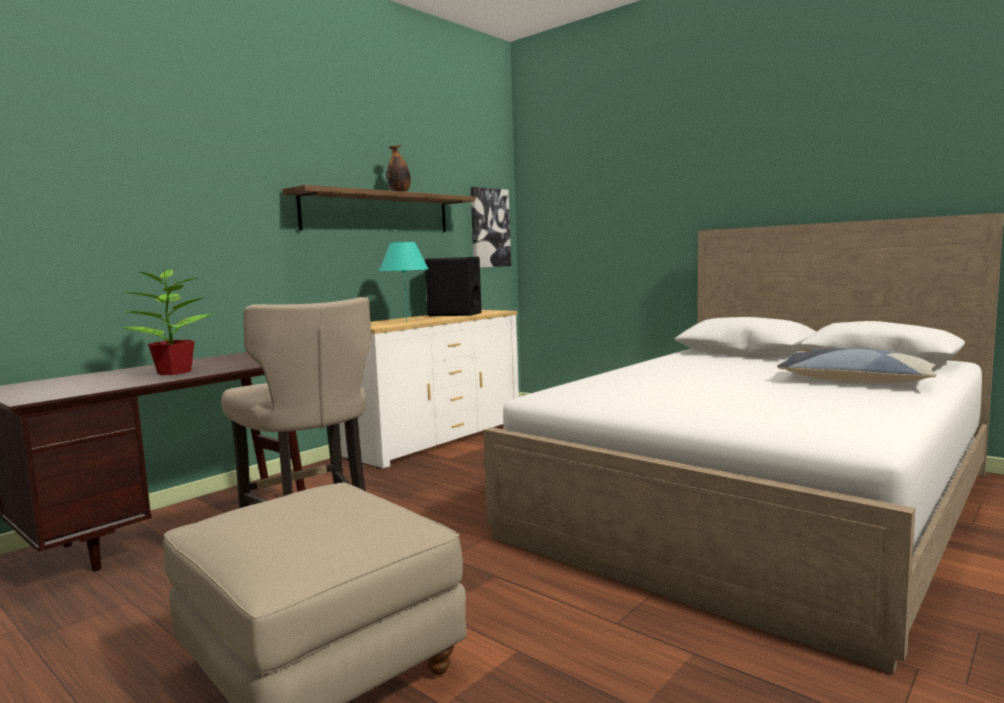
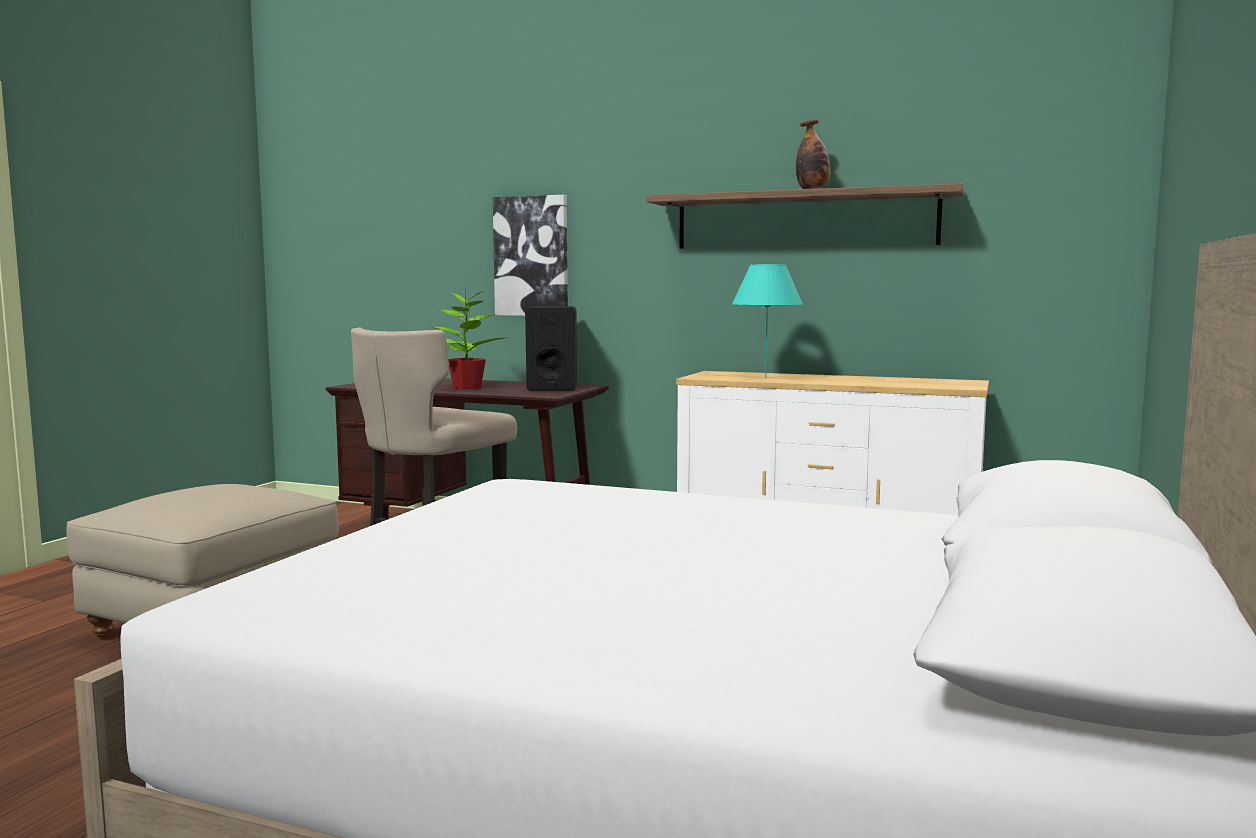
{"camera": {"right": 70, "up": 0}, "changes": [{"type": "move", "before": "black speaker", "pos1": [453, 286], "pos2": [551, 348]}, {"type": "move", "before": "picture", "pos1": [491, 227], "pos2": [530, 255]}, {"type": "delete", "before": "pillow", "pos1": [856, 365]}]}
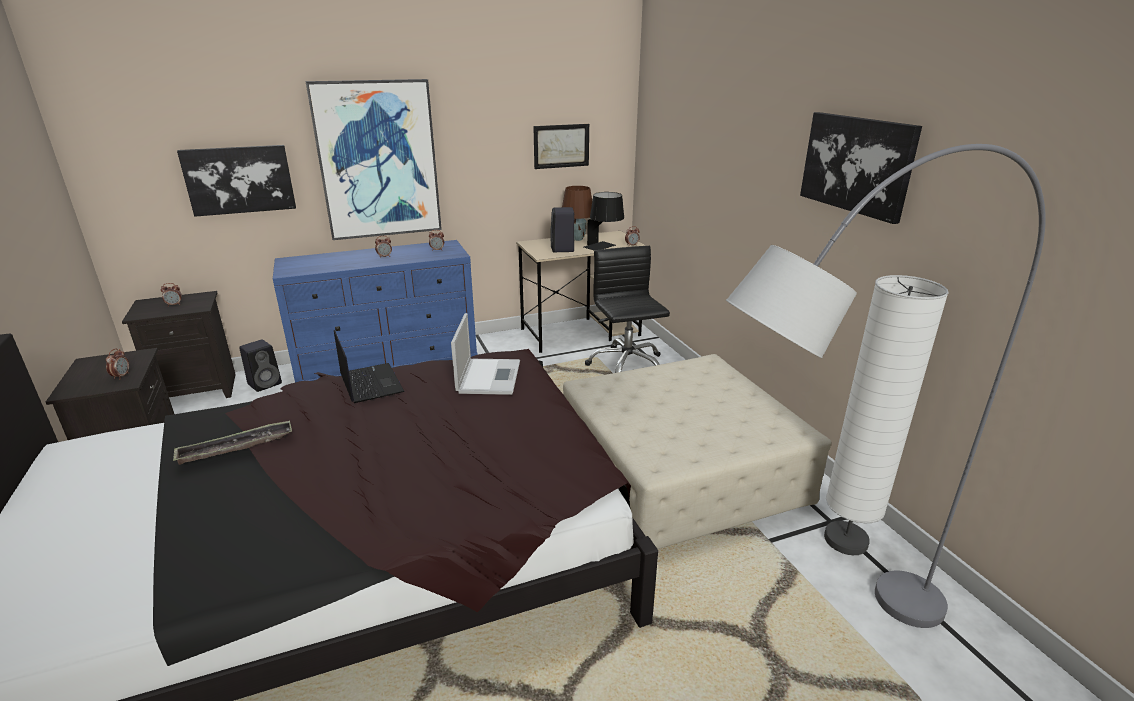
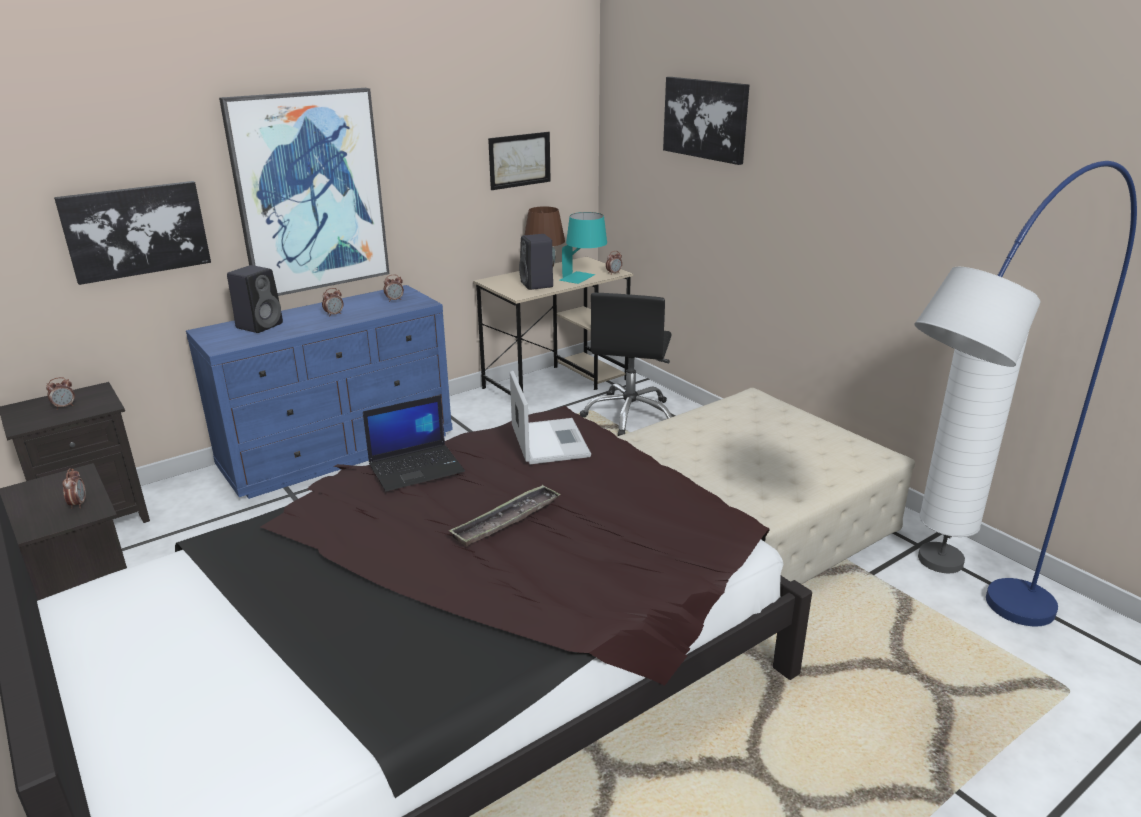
{"camera": {"right": -15, "up": 0}, "changes": [{"type": "move", "before": "tray", "pos1": [232, 442], "pos2": [505, 515]}, {"type": "move", "before": "black speaker", "pos1": [260, 366], "pos2": [255, 299]}, {"type": "rotate", "before": "laptop", "pos1": [369, 366], "pos2": [414, 443], "turn": 105}, {"type": "recolor", "before": "black table lamp", "after": "turquoise table lamp", "pos1": [604, 221], "pos2": [583, 248]}, {"type": "rotate", "before": "black office chair", "pos1": [627, 309], "pos2": [626, 364], "turn": -135}, {"type": "recolor", "before": "grey floor lamp", "after": "blue floor lamp", "pos1": [886, 386], "pos2": [1025, 394]}, {"type": "move", "before": "picture", "pos1": [861, 168], "pos2": [706, 121]}]}
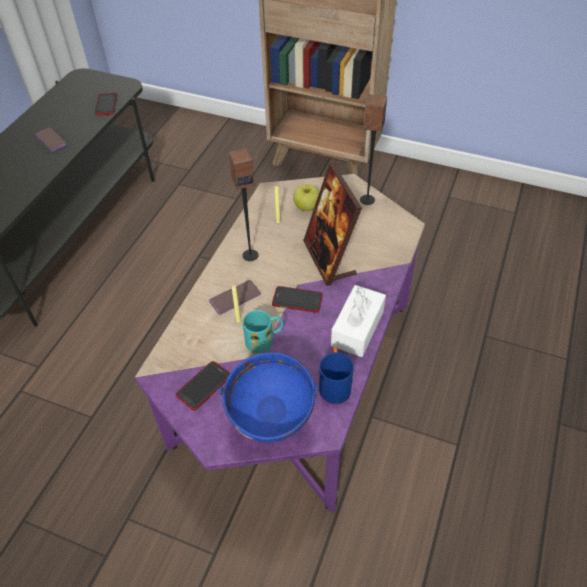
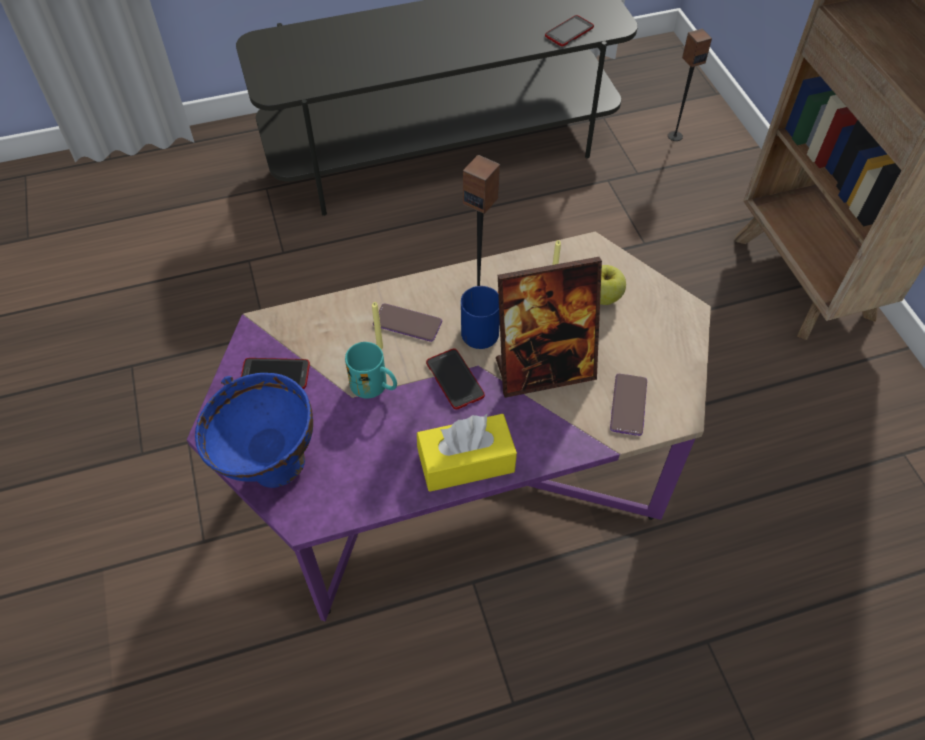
{"camera": {"right": 50, "up": 5}, "changes": [{"type": "move", "before": "phone", "pos1": [51, 139], "pos2": [628, 405]}, {"type": "rotate", "before": "picture frame", "pos1": [332, 224], "pos2": [549, 327], "turn": -135}, {"type": "move", "before": "blue mug", "pos1": [336, 375], "pos2": [480, 317]}, {"type": "recolor", "before": "white tissue box", "after": "yellow tissue box", "pos1": [358, 321], "pos2": [467, 453]}, {"type": "move", "before": "speaker", "pos1": [373, 149], "pos2": [690, 85]}]}
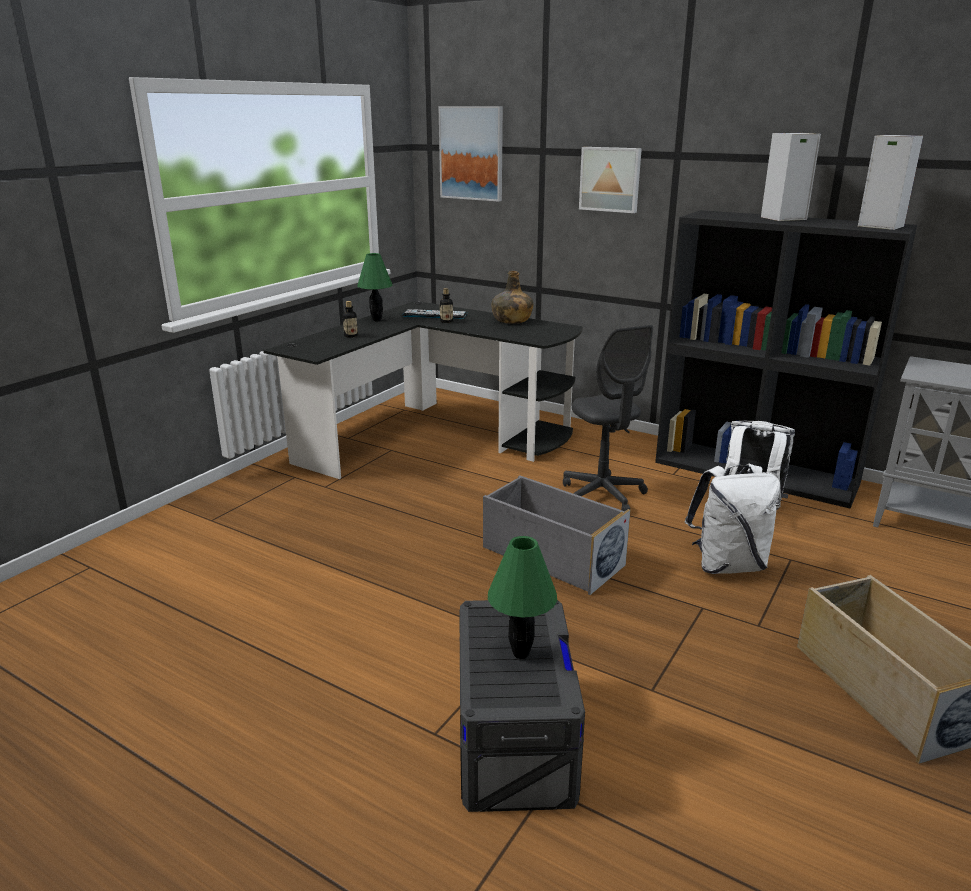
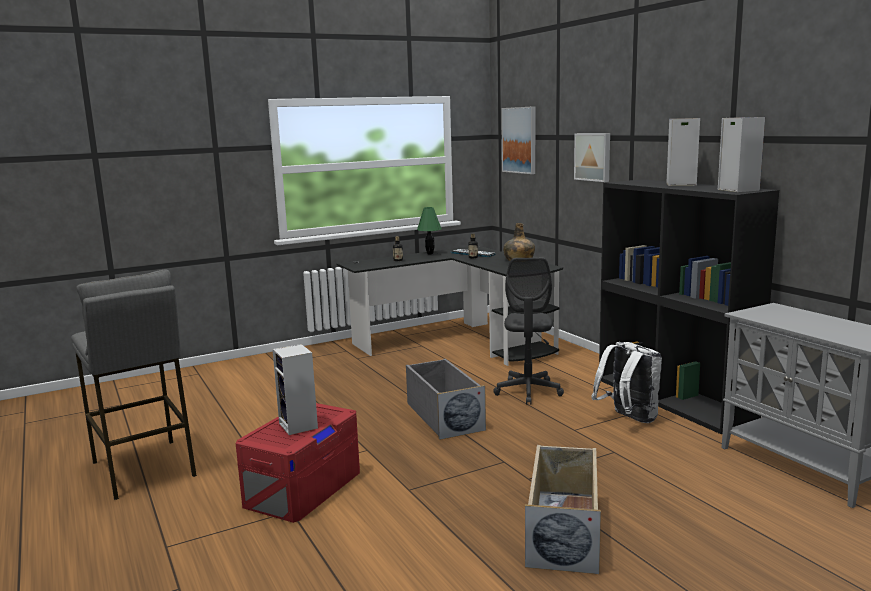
{"camera": {"right": 30, "up": -10}, "changes": [{"type": "recolor", "before": "grey storage box", "after": "red storage box", "pos1": [522, 706], "pos2": [298, 463]}, {"type": "replace", "before": "green table lamp", "after": "speaker", "pos1": [522, 597], "pos2": [295, 389]}, {"type": "delete", "before": "white backpack", "pos1": [732, 519]}, {"type": "insert", "after": "grey stool", "pos2": [134, 385]}]}
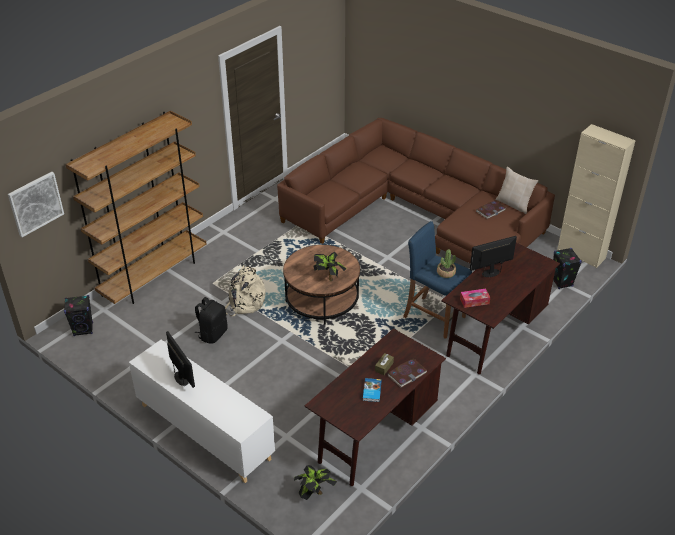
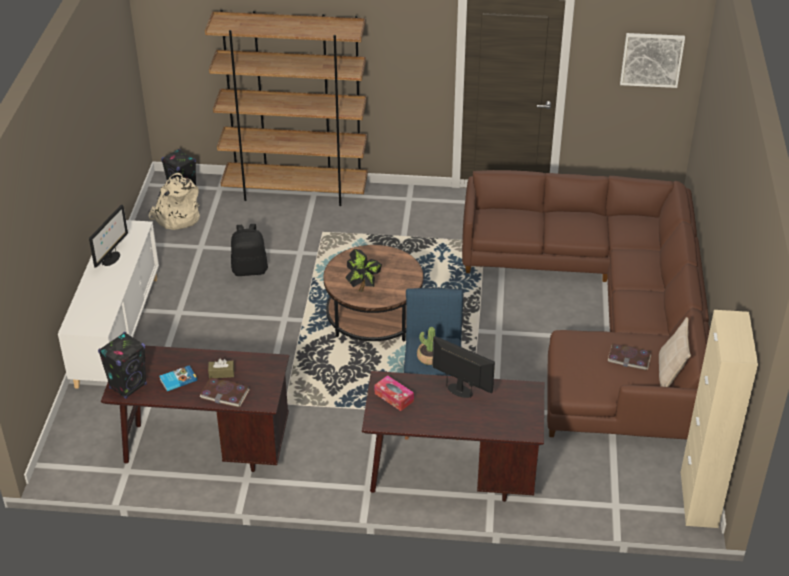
{"camera": {"right": 55, "up": 0}, "changes": [{"type": "move", "before": "picture", "pos1": [36, 204], "pos2": [652, 60]}, {"type": "move", "before": "beige backpack", "pos1": [245, 291], "pos2": [174, 201]}, {"type": "delete", "before": "potted plant", "pos1": [315, 482]}, {"type": "move", "before": "black speaker", "pos1": [567, 268], "pos2": [122, 365]}]}
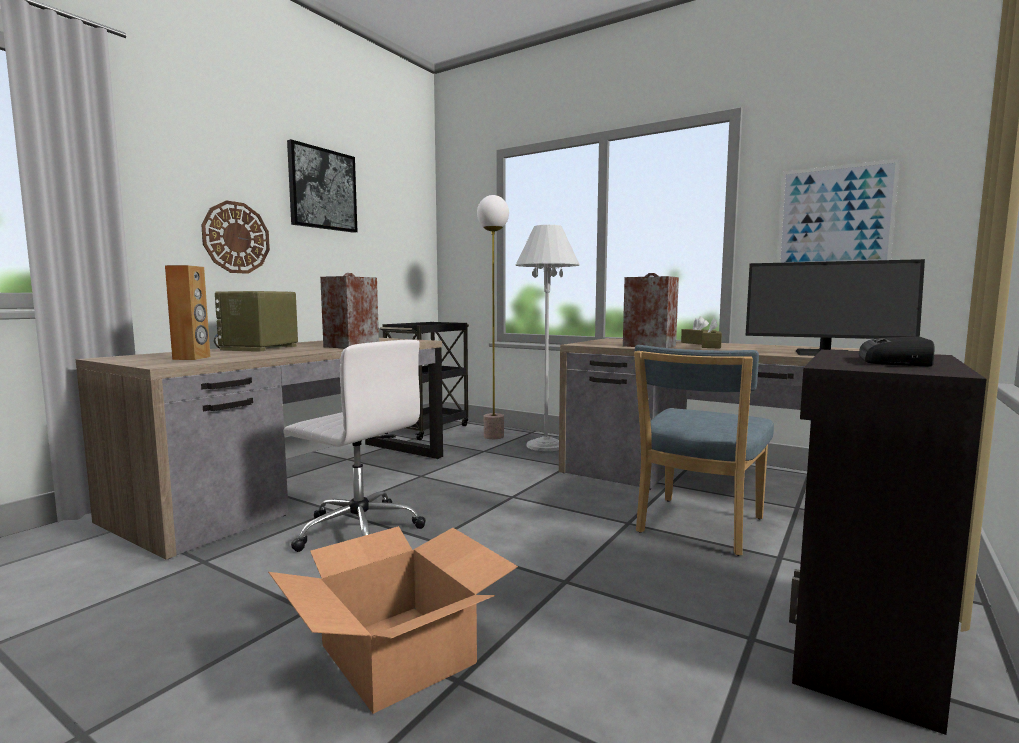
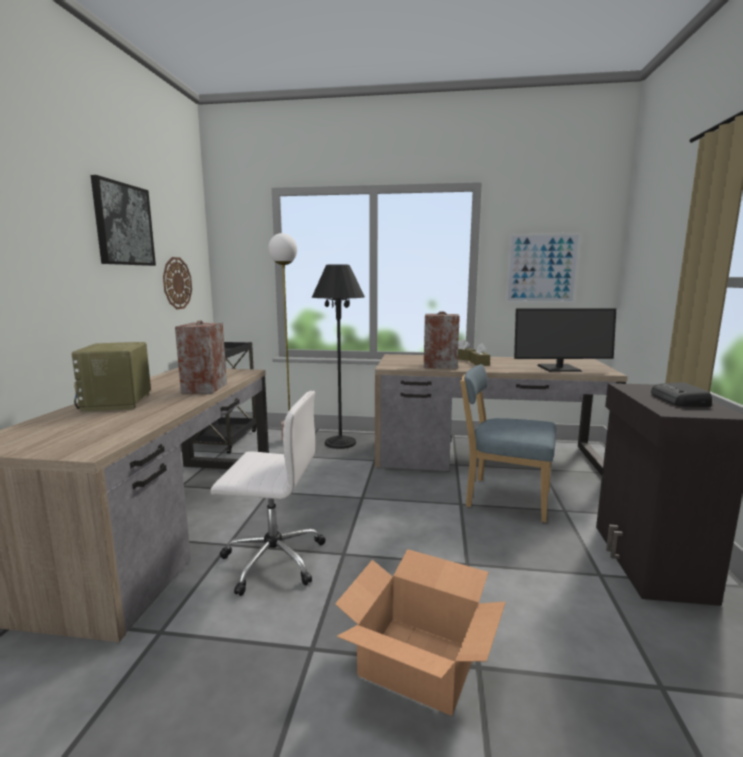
{"camera": {"right": -25, "up": 5}, "changes": [{"type": "delete", "before": "brown speaker", "pos1": [187, 312]}, {"type": "move", "before": "wall clock", "pos1": [235, 237], "pos2": [177, 283]}, {"type": "recolor", "before": "white floor lamp", "after": "black floor lamp", "pos1": [547, 338], "pos2": [338, 356]}, {"type": "rotate", "before": "blue chair", "pos1": [704, 450], "pos2": [508, 443], "turn": 105}]}
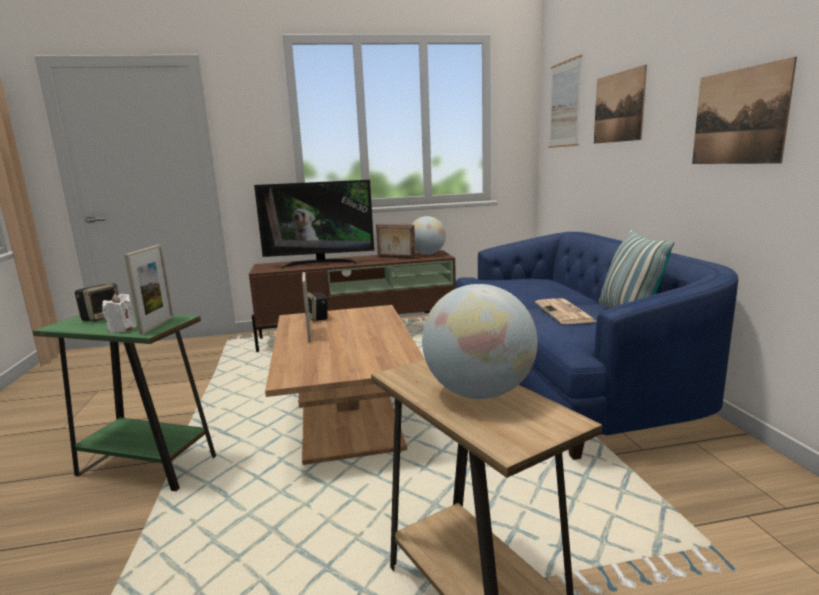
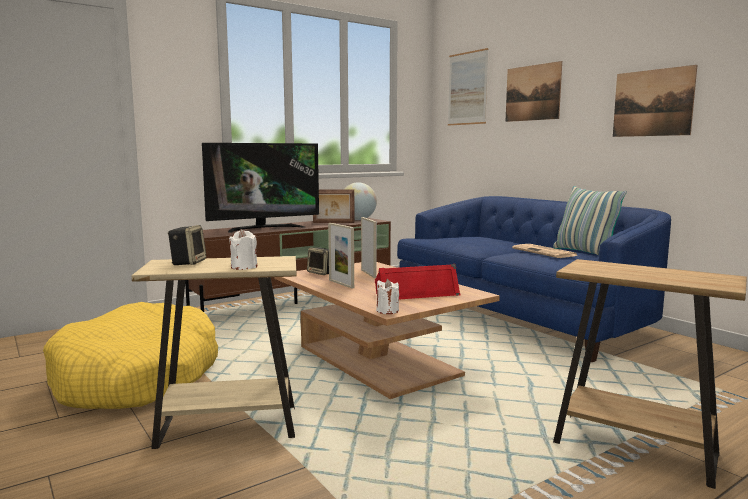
{"camera": {"right": -25, "up": -5}, "changes": [{"type": "recolor", "before": "green side table", "after": "beige side table", "pos1": [124, 401], "pos2": [214, 352]}, {"type": "move", "before": "picture frame", "pos1": [149, 290], "pos2": [369, 247]}, {"type": "delete", "before": "globe", "pos1": [480, 341]}, {"type": "insert", "after": "yellow dog bed", "pos2": [130, 355]}, {"type": "insert", "after": "red speaker", "pos2": [418, 282]}, {"type": "insert", "after": "white candle", "pos2": [387, 296]}]}
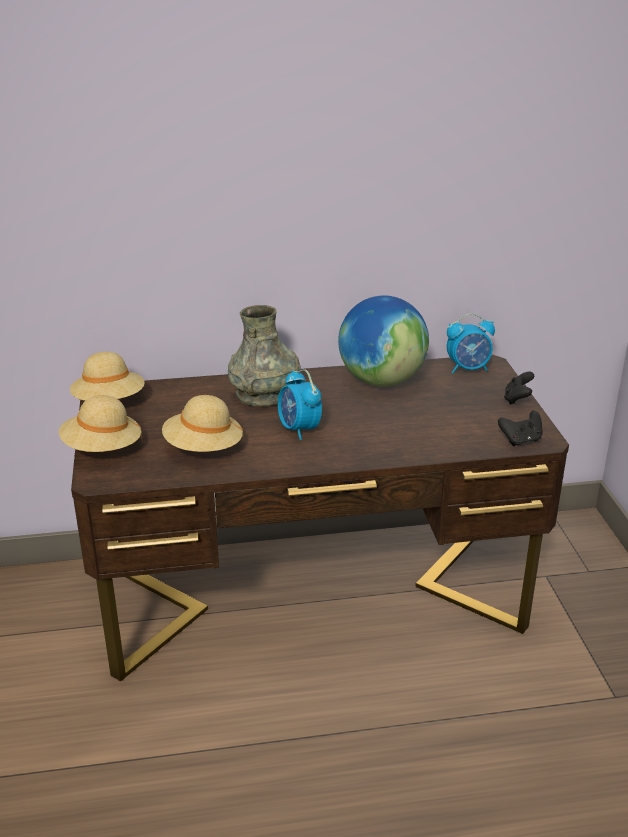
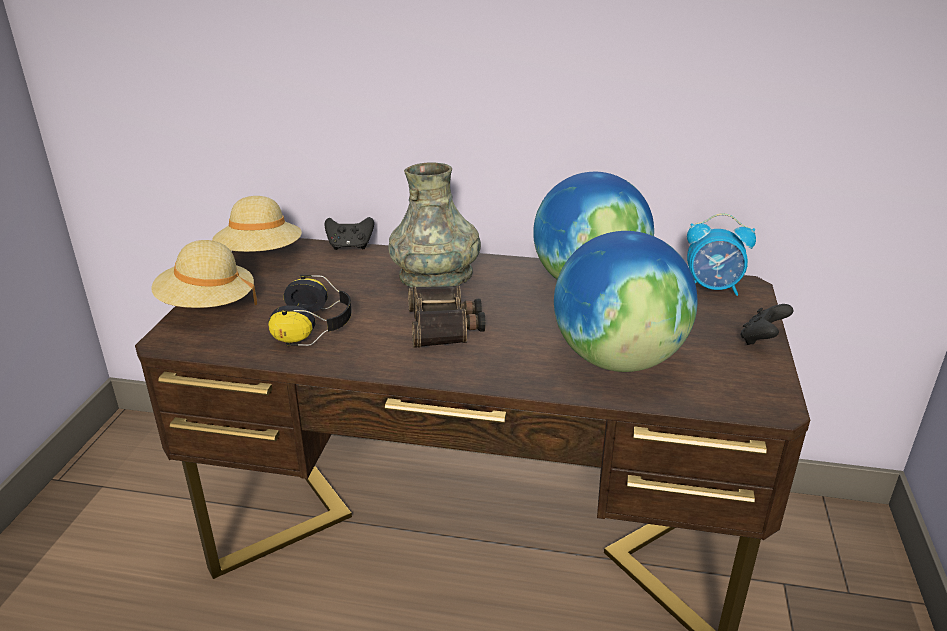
{"camera": {"right": 20, "up": 0}, "changes": [{"type": "replace", "before": "beige hat", "after": "headphones", "pos1": [203, 423], "pos2": [310, 310]}, {"type": "replace", "before": "alarm clock", "after": "binoculars", "pos1": [300, 404], "pos2": [447, 317]}, {"type": "move", "before": "black game controller", "pos1": [520, 428], "pos2": [349, 233]}, {"type": "insert", "after": "globe", "pos2": [626, 301]}]}
